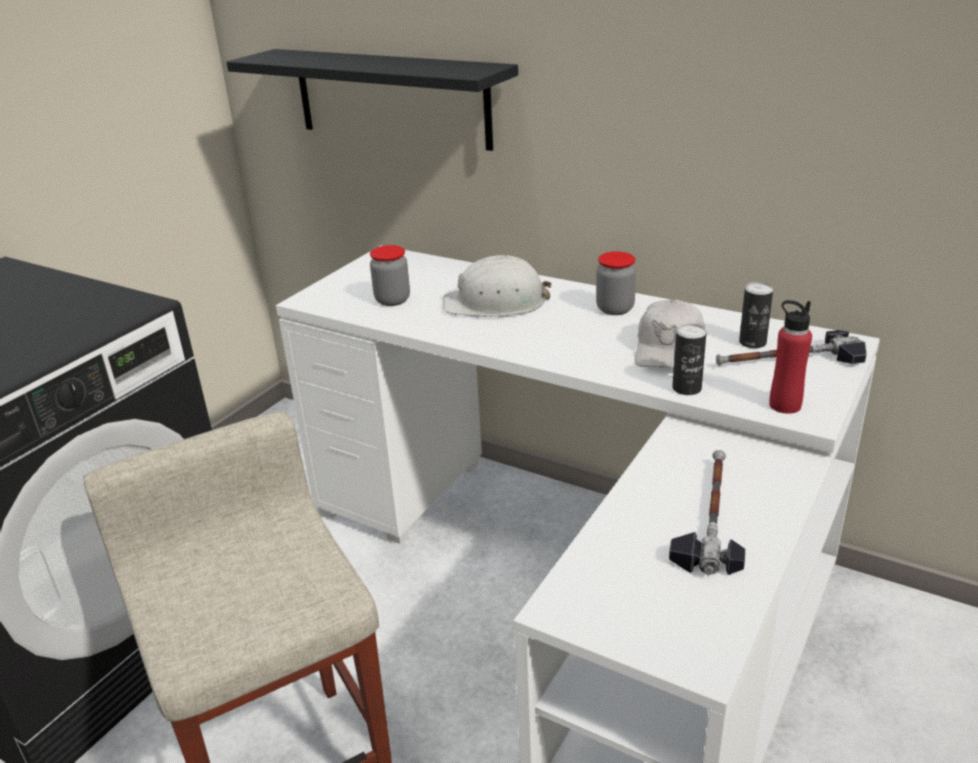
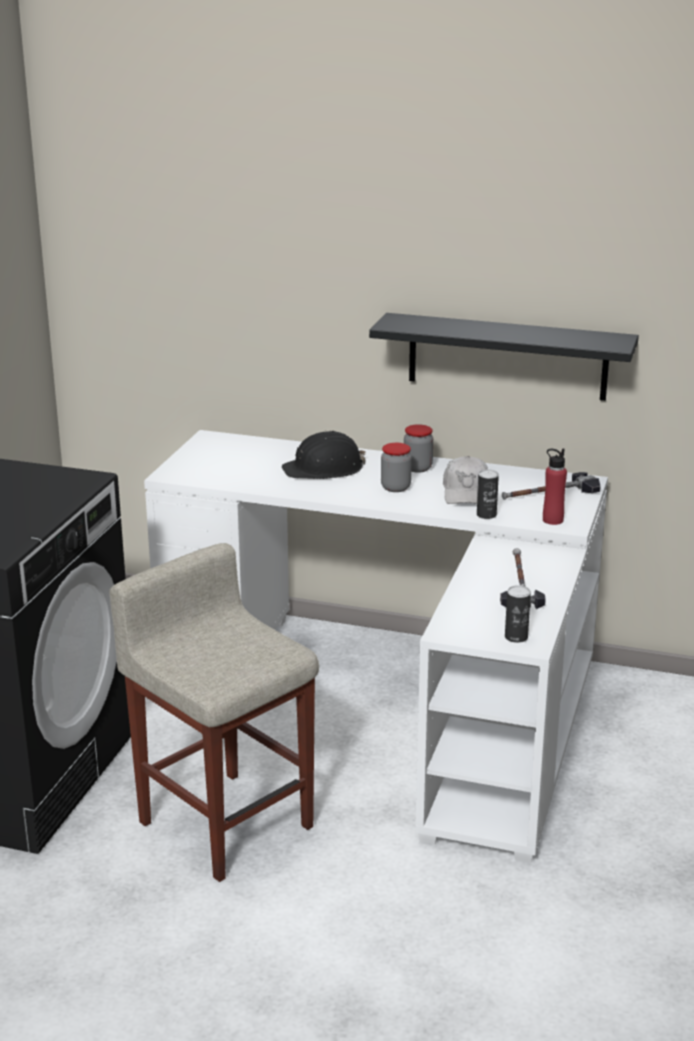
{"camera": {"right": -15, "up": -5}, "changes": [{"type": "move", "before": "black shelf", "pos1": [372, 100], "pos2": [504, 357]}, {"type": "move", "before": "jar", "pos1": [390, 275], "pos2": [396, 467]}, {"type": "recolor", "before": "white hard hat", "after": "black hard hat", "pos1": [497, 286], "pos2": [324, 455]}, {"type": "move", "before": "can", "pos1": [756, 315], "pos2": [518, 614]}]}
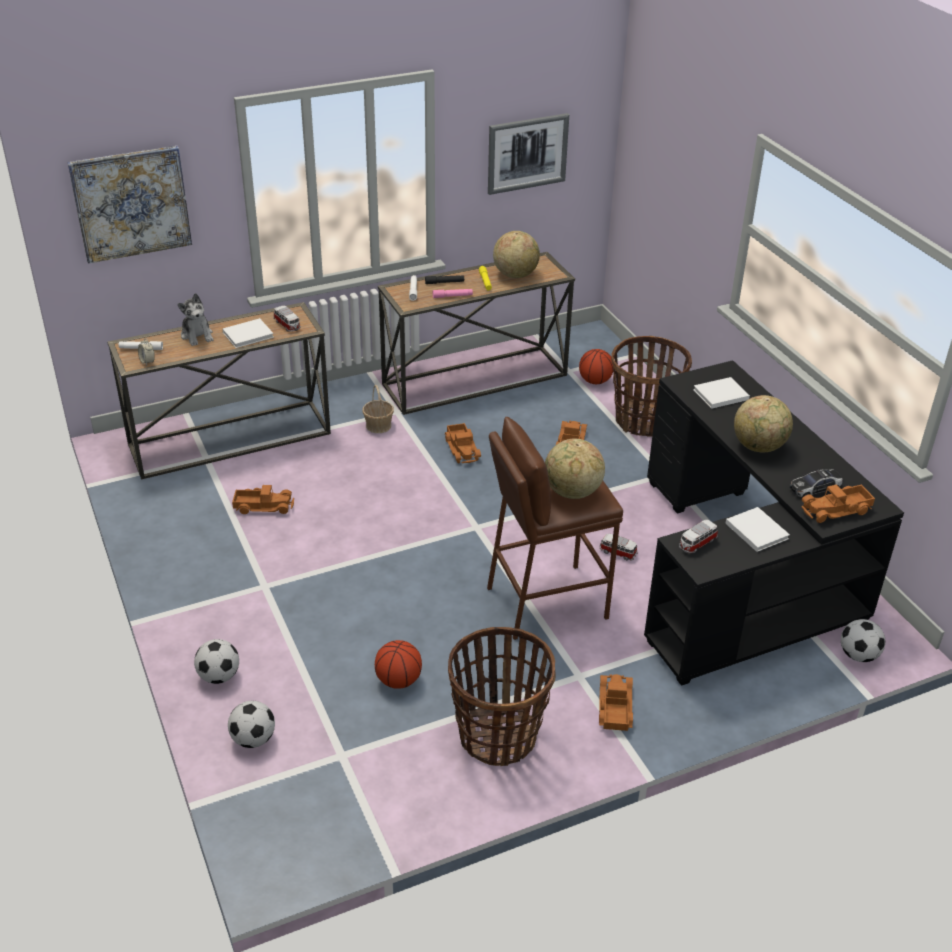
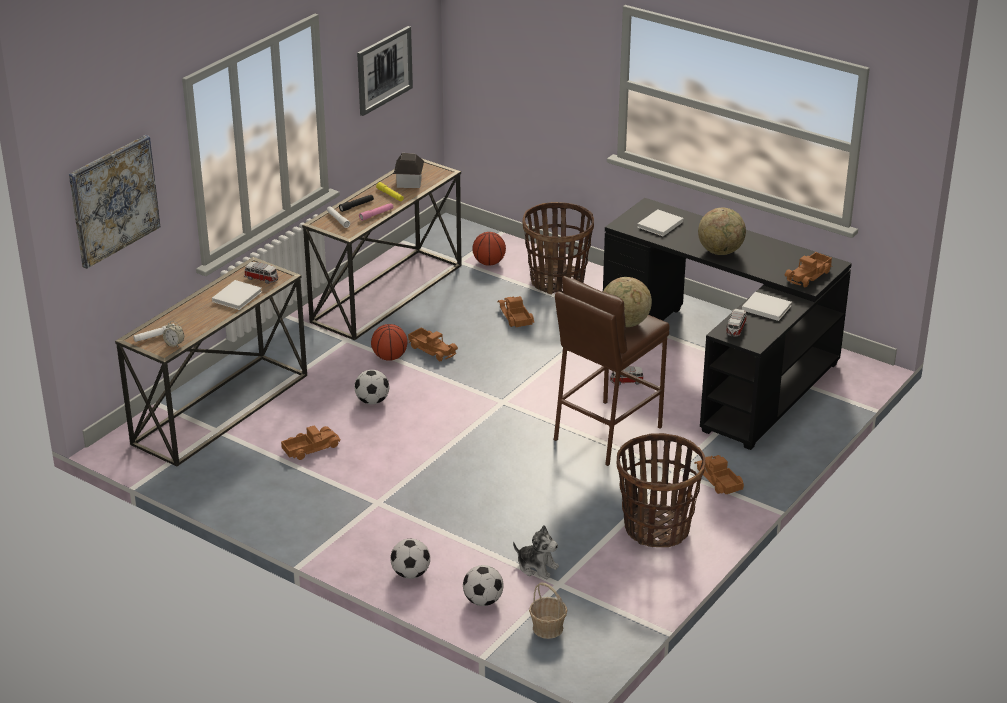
{"camera": {"right": -30, "up": -5}, "changes": [{"type": "move", "before": "plush toy", "pos1": [196, 319], "pos2": [536, 552]}, {"type": "move", "before": "basket", "pos1": [378, 409], "pos2": [548, 611]}, {"type": "move", "before": "basketball", "pos1": [398, 664], "pos2": [389, 342]}, {"type": "replace", "before": "globe", "after": "toy house", "pos1": [516, 254], "pos2": [409, 170]}, {"type": "delete", "before": "toy car", "pos1": [816, 483]}, {"type": "move", "before": "football", "pos1": [863, 640], "pos2": [371, 387]}]}
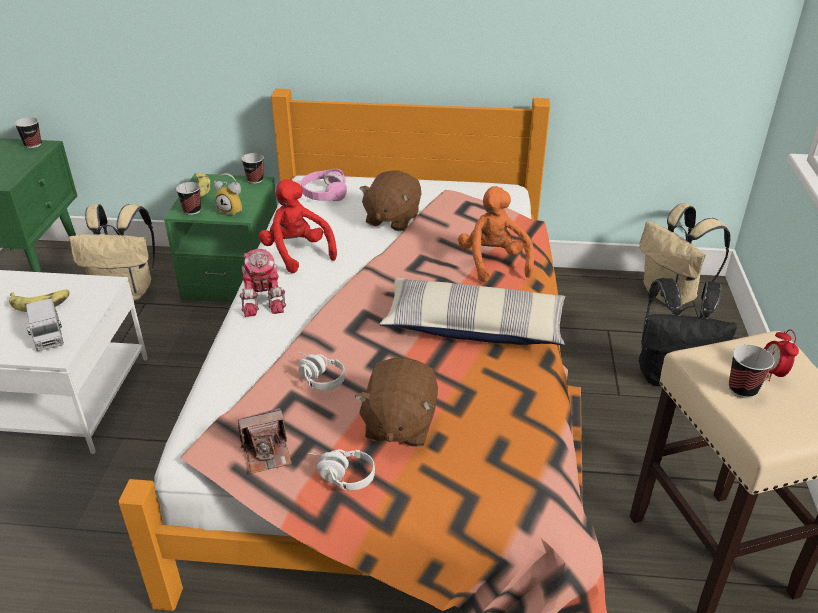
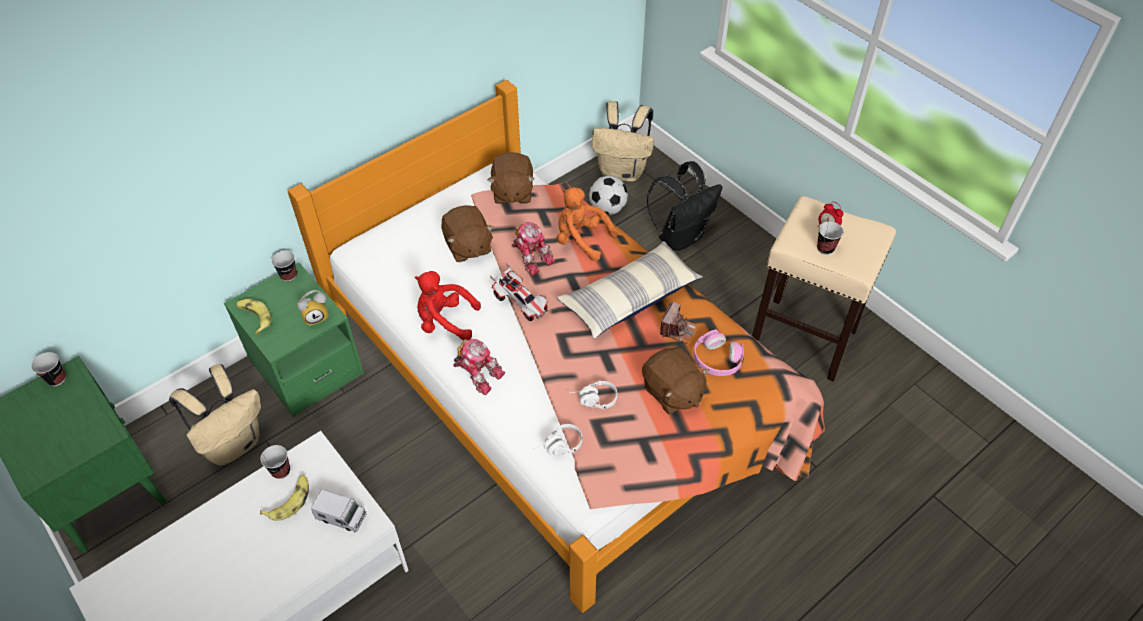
{"camera": {"right": -45, "up": 15}, "changes": [{"type": "move", "before": "cup", "pos1": [188, 198], "pos2": [275, 462]}, {"type": "move", "before": "photo camera", "pos1": [265, 441], "pos2": [678, 323]}, {"type": "move", "before": "pink headphones", "pos1": [324, 185], "pos2": [718, 352]}, {"type": "move", "before": "white headphones", "pos1": [341, 469], "pos2": [557, 440]}, {"type": "insert", "after": "brown plush toy", "pos2": [511, 178]}, {"type": "insert", "after": "toy car", "pos2": [519, 292]}, {"type": "insert", "after": "toy robot", "pos2": [533, 248]}, {"type": "insert", "after": "football", "pos2": [608, 195]}]}
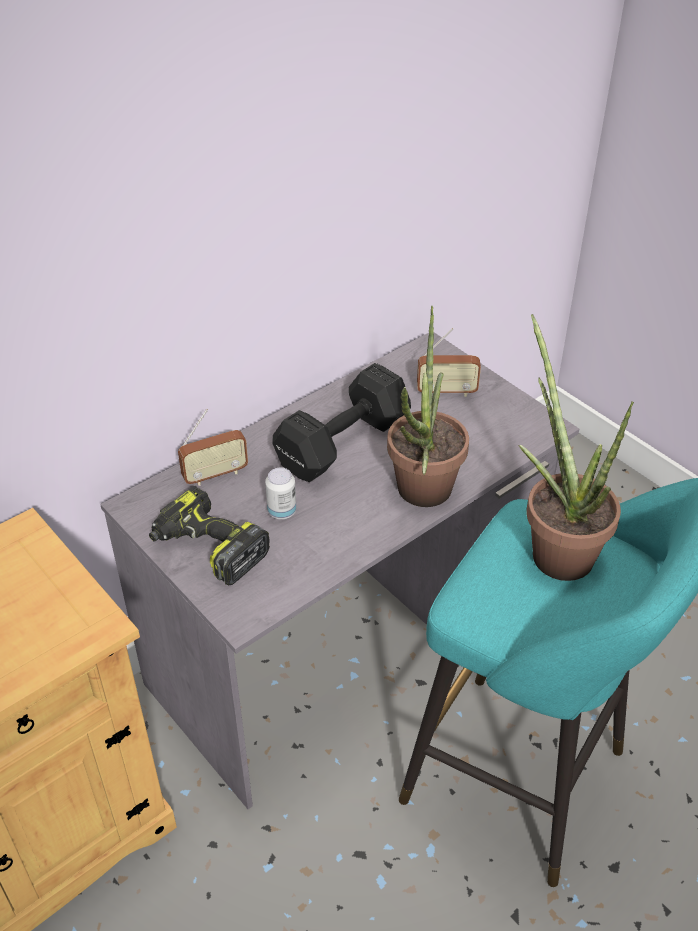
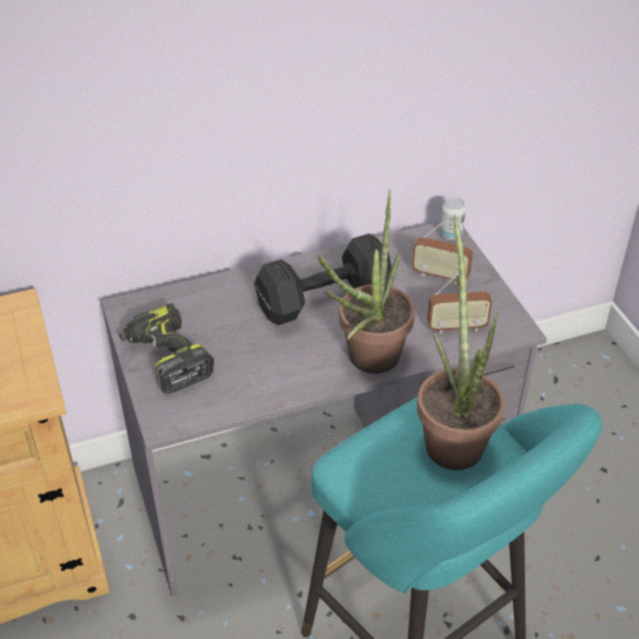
{"camera": {"right": 20, "up": 0}, "changes": [{"type": "move", "before": "radio", "pos1": [213, 447], "pos2": [459, 303]}, {"type": "move", "before": "can", "pos1": [280, 493], "pos2": [453, 218]}]}
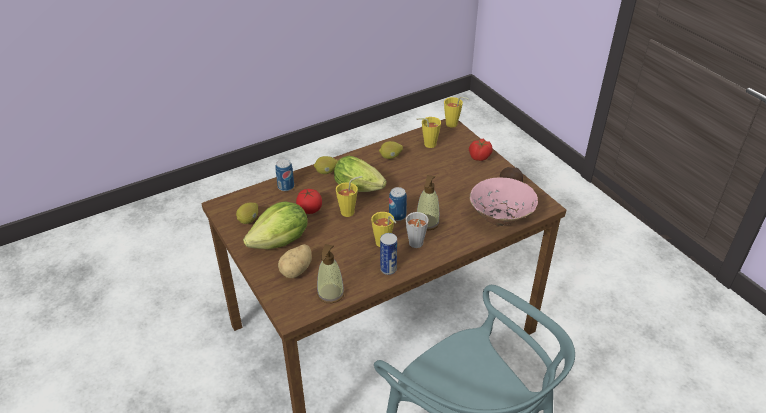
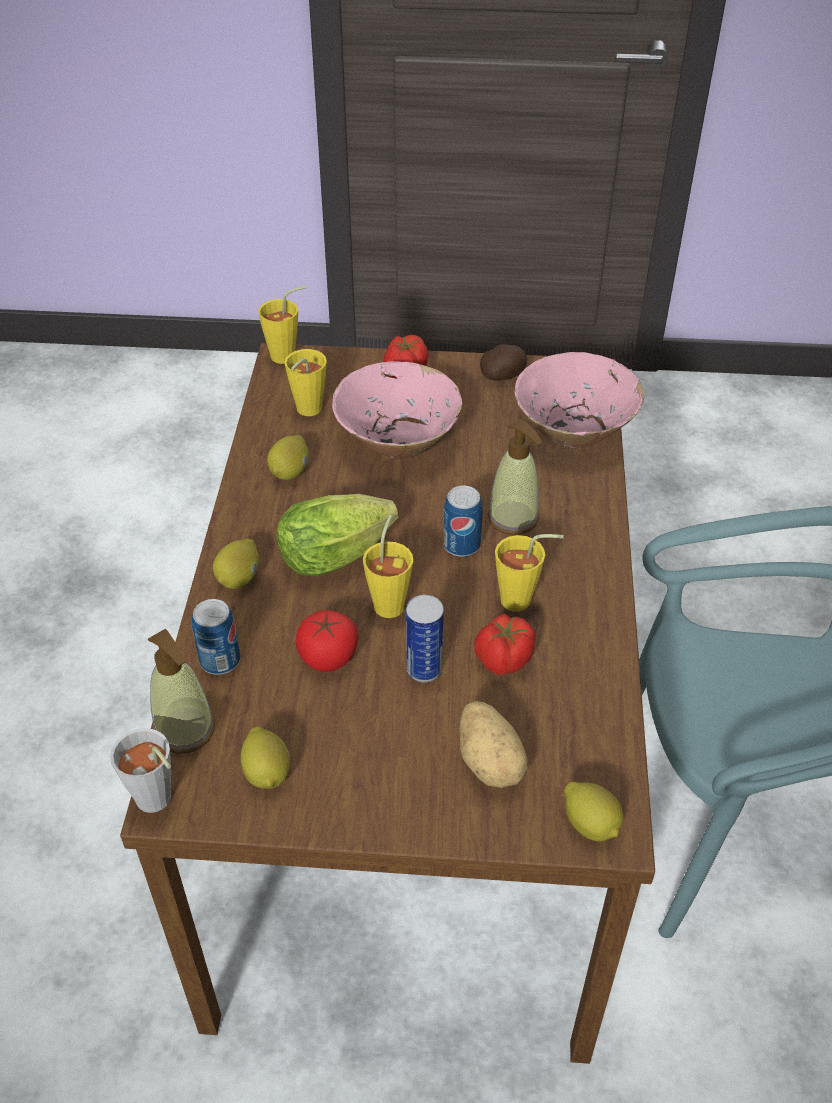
{"camera": {"right": -55, "up": 5}, "changes": [{"type": "delete", "before": "lettuce", "pos1": [275, 225]}, {"type": "move", "before": "soap dispenser", "pos1": [331, 273], "pos2": [181, 691]}, {"type": "move", "before": "can", "pos1": [388, 254], "pos2": [425, 639]}, {"type": "move", "before": "grey cup", "pos1": [417, 230], "pos2": [140, 770]}, {"type": "insert", "after": "pink bowl", "pos2": [397, 409]}, {"type": "insert", "after": "tomato", "pos2": [505, 644]}, {"type": "insert", "after": "lemon", "pos2": [594, 812]}]}
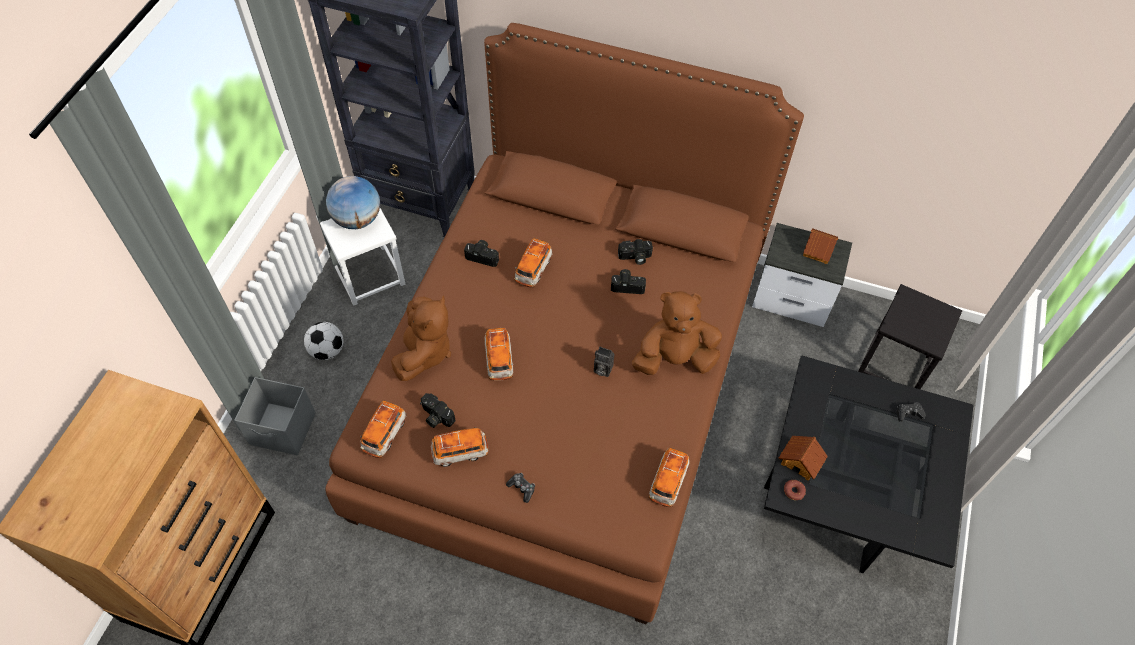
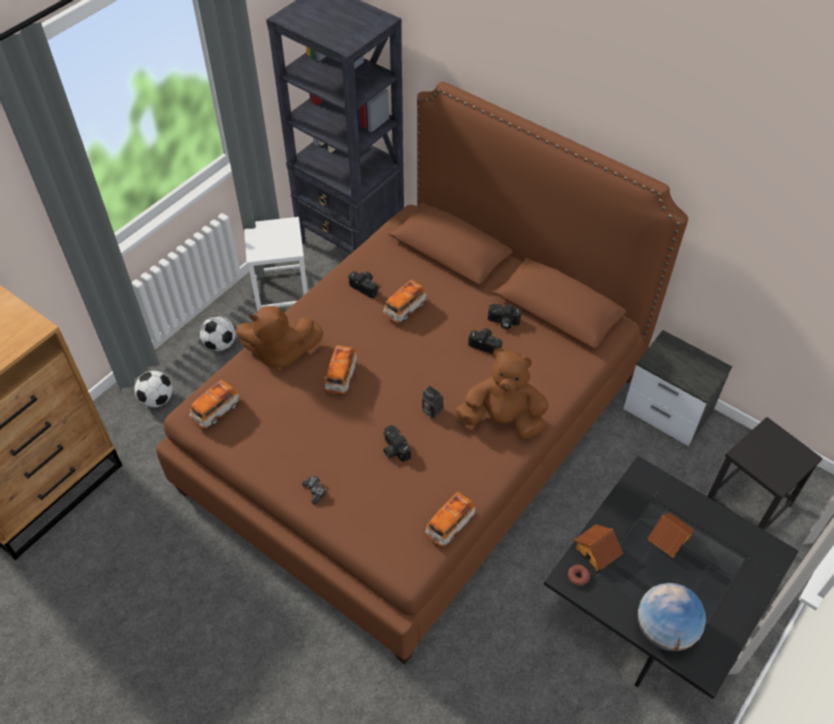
{"camera": {"right": 20, "up": -5}, "changes": [{"type": "replace", "before": "grey storage box", "after": "football", "pos1": [275, 416], "pos2": [154, 389]}, {"type": "move", "before": "globe", "pos1": [353, 202], "pos2": [672, 617]}, {"type": "rotate", "before": "brown plush toy", "pos1": [421, 338], "pos2": [280, 339], "turn": 60}, {"type": "move", "before": "photo camera", "pos1": [438, 410], "pos2": [397, 443]}, {"type": "delete", "before": "toy car", "pos1": [459, 447]}, {"type": "move", "before": "toy house", "pos1": [820, 246], "pos2": [671, 535]}, {"type": "delete", "before": "black game controller", "pos1": [911, 412]}]}
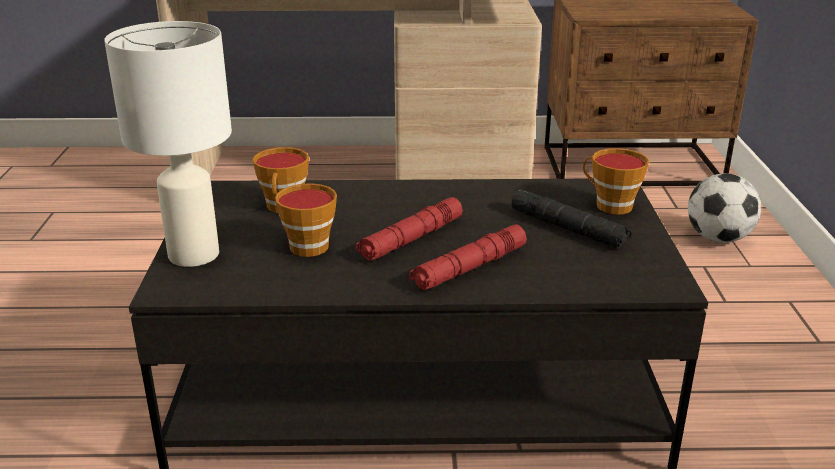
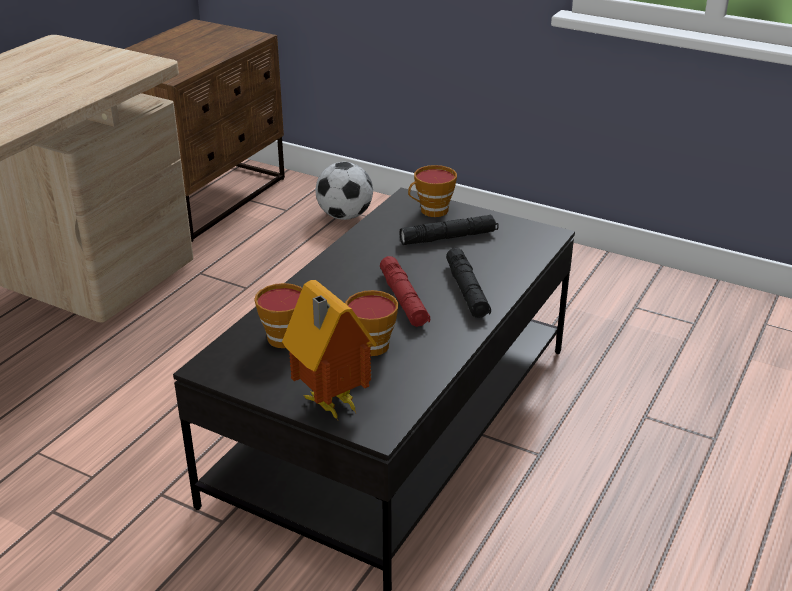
{"camera": {"right": -60, "up": 5}, "changes": [{"type": "replace", "before": "white table lamp", "after": "toy house", "pos1": [168, 144], "pos2": [329, 350]}, {"type": "recolor", "before": "red flashlight", "after": "black flashlight", "pos1": [468, 258], "pos2": [468, 283]}]}
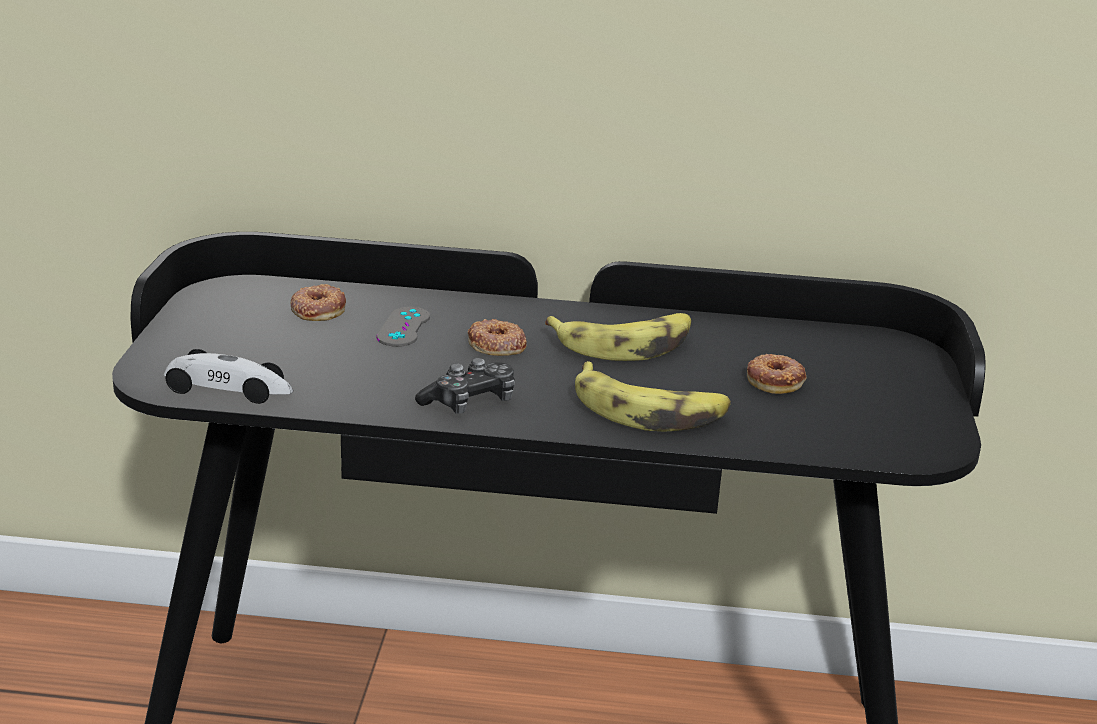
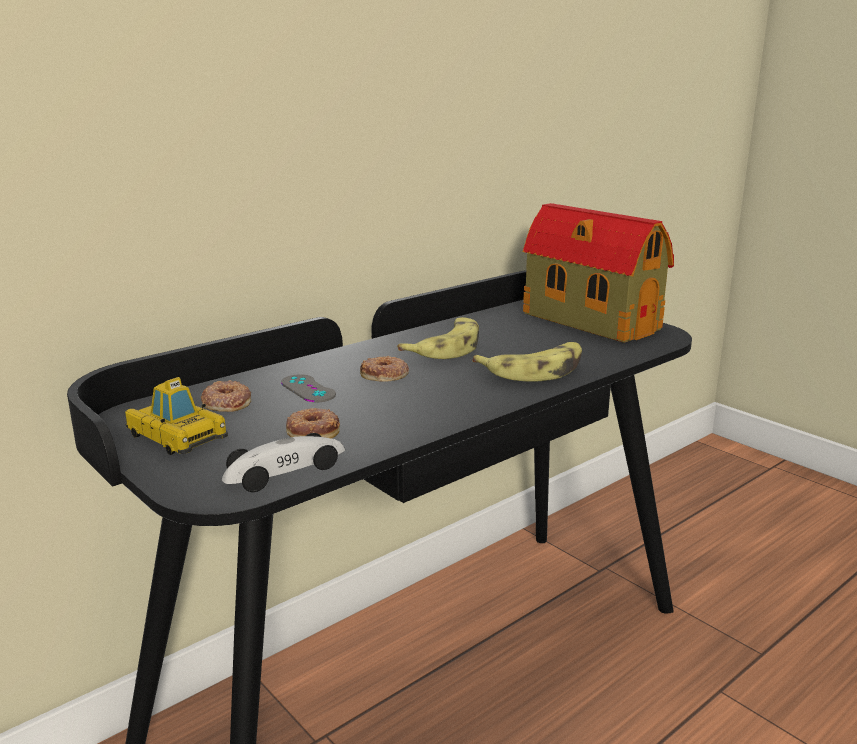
{"camera": {"right": -45, "up": -5}, "changes": [{"type": "delete", "before": "game controller", "pos1": [465, 386]}, {"type": "move", "before": "donut", "pos1": [776, 374], "pos2": [313, 423]}, {"type": "insert", "after": "toy car", "pos2": [176, 416]}, {"type": "insert", "after": "toy house", "pos2": [598, 273]}]}
